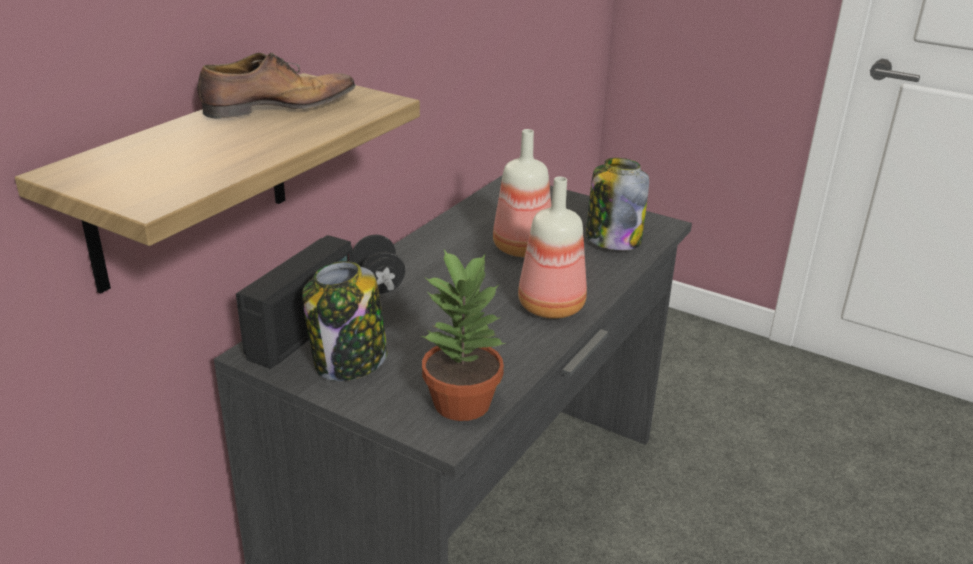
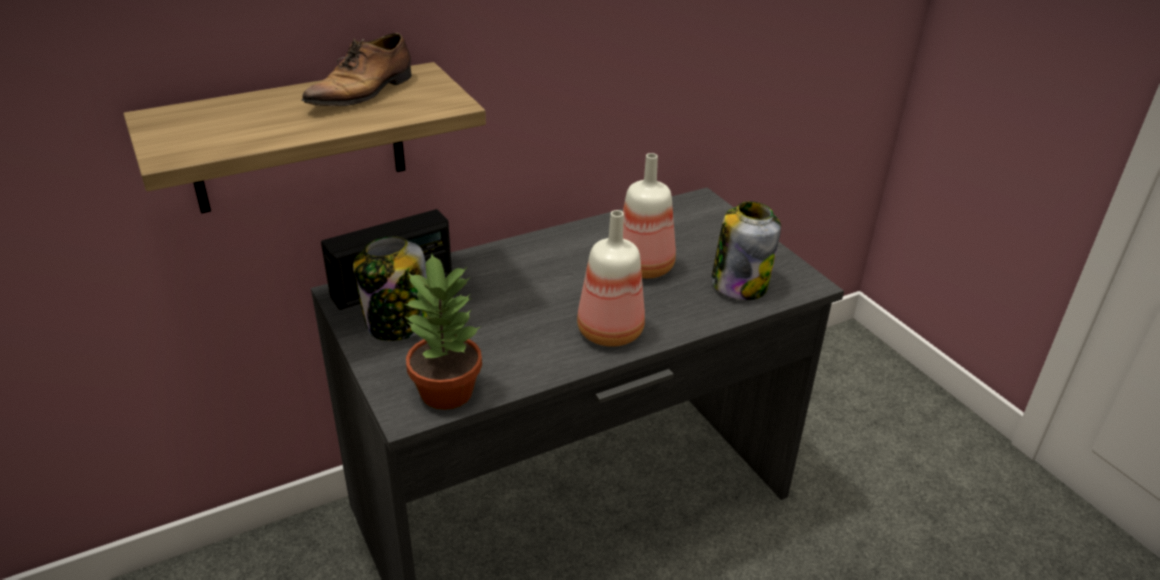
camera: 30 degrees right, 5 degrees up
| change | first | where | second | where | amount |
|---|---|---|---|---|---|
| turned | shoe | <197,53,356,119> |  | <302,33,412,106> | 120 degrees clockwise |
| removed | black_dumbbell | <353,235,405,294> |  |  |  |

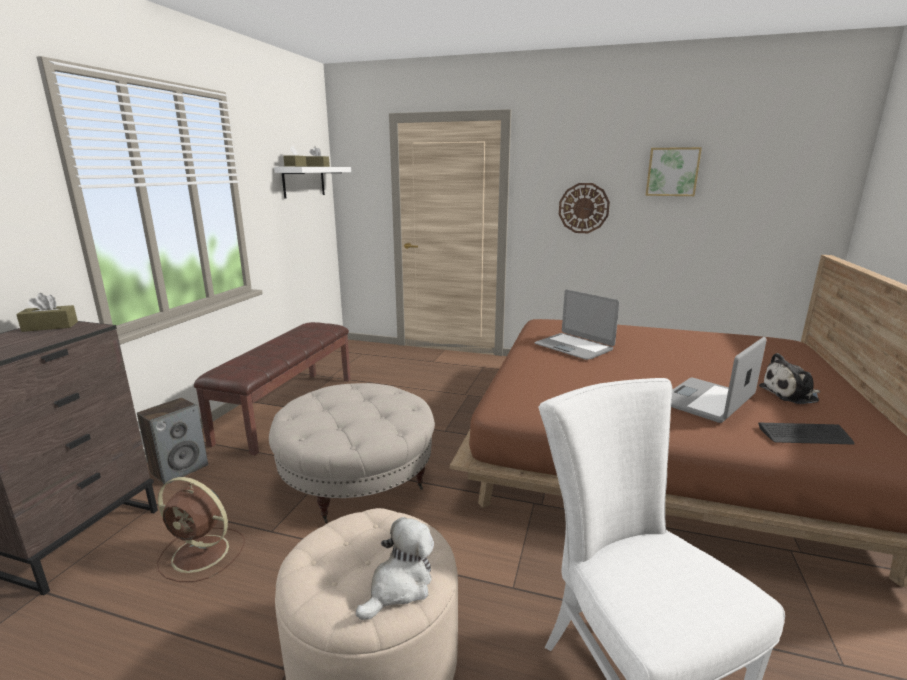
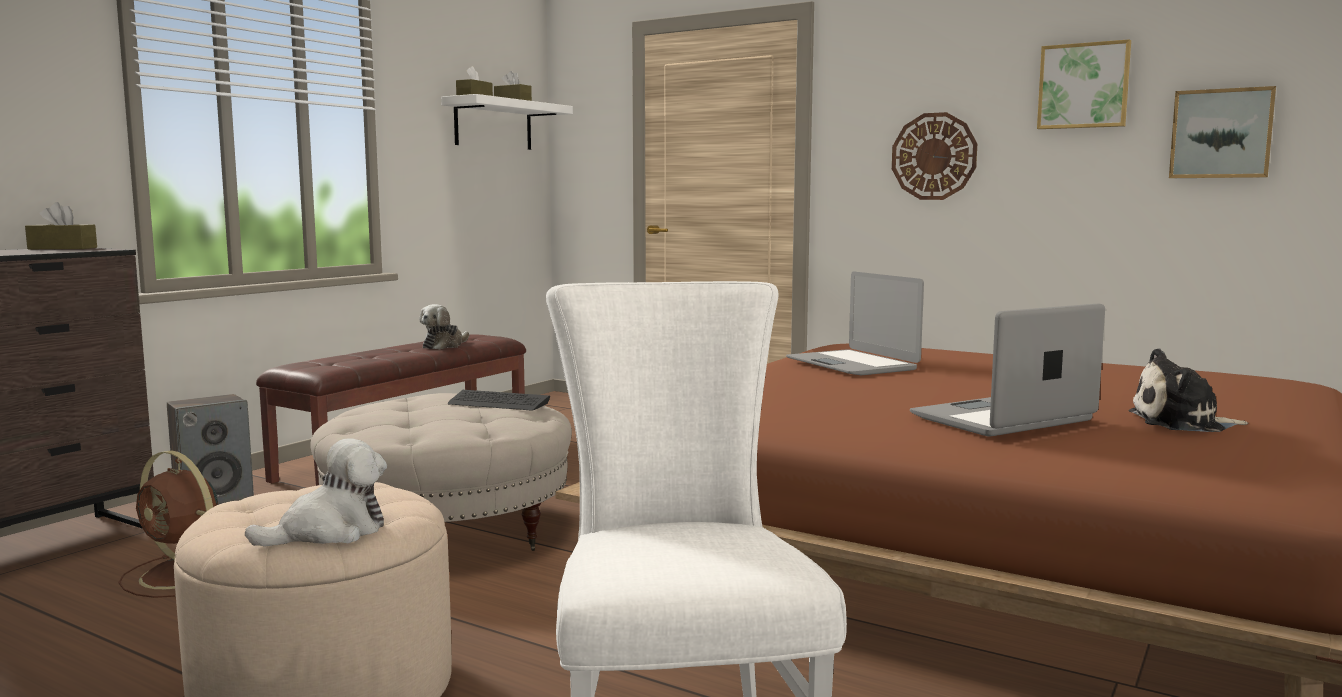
camera: 15 degrees right, 10 degrees down
| change | first | where | second | where | amount |
|---|---|---|---|---|---|
| moved | PC_keyboard | <758,423,855,445> |  | <448,390,550,410> |  |
| added |  |  | picture | <1169,86,1276,178> |  |
| added |  |  | soft_toy | <419,304,469,350> |  |

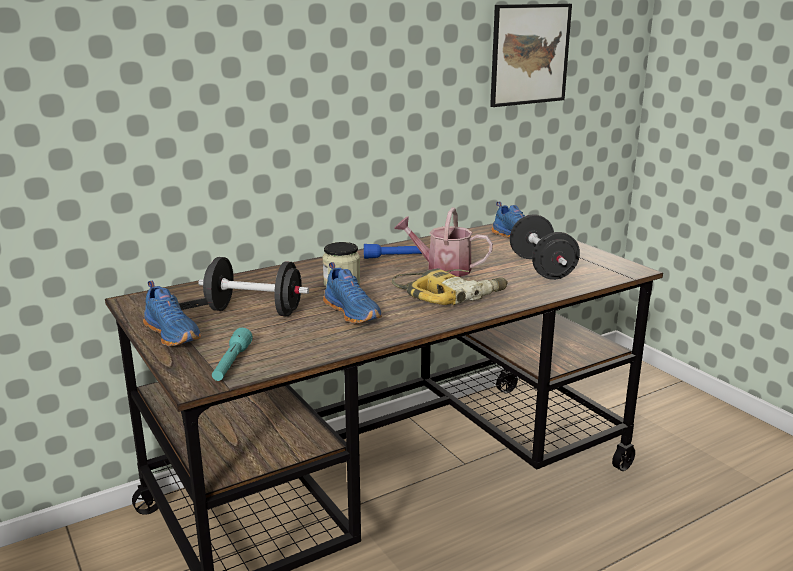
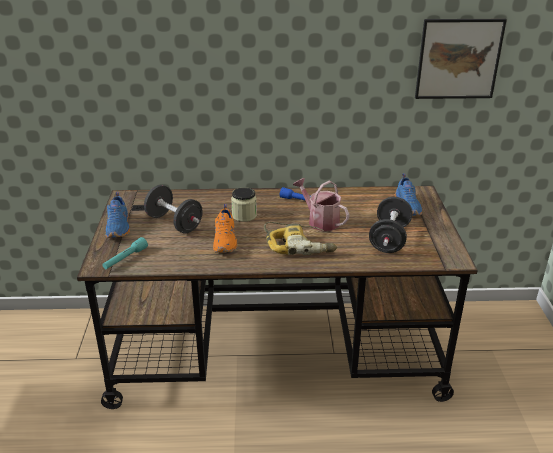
camera: 30 degrees right, 10 degrees up
| change | first | where | second | where | amount |
|---|---|---|---|---|---|
| recoloured | blue-coloured_shoe | <323,262,382,324> | orangey_shoe | <213,204,237,252> |  |

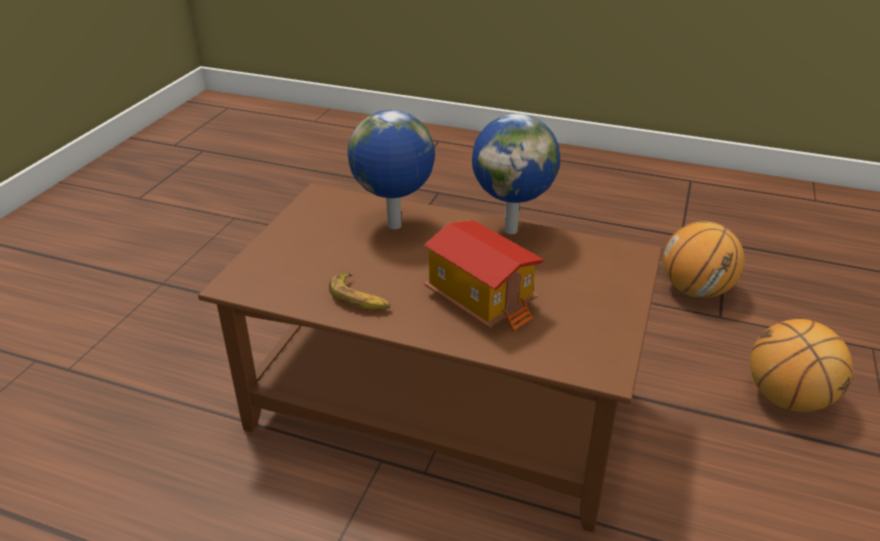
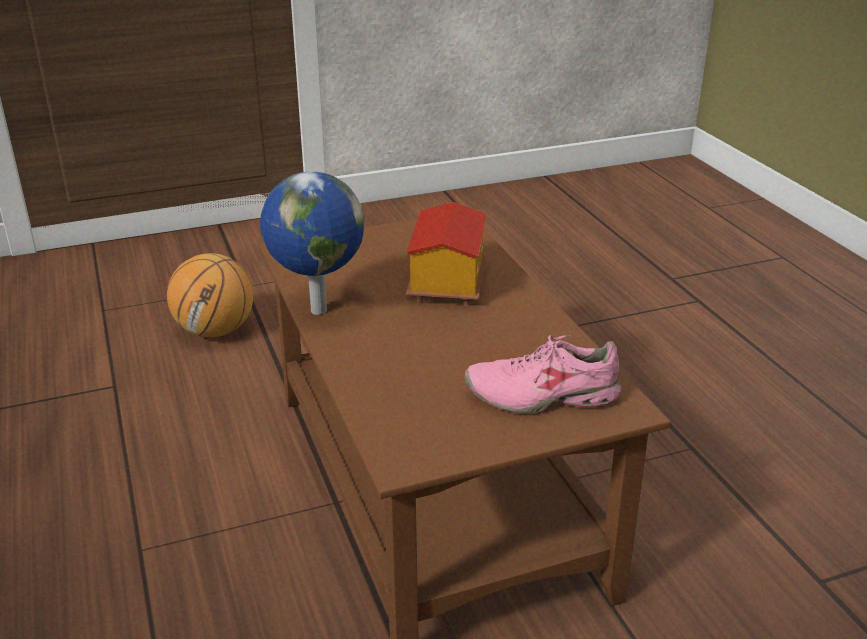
camera: 130 degrees left, 5 degrees down
| change | first | where | second | where | amount |
|---|---|---|---|---|---|
| removed | world_globe | <348,110,435,229> |  |  |  |
| removed | basketball | <663,221,745,298> |  |  |  |
| removed | banana | <329,273,390,310> |  |  |  |
| added |  |  | pinkish_shoe | <464,335,622,413> |  |

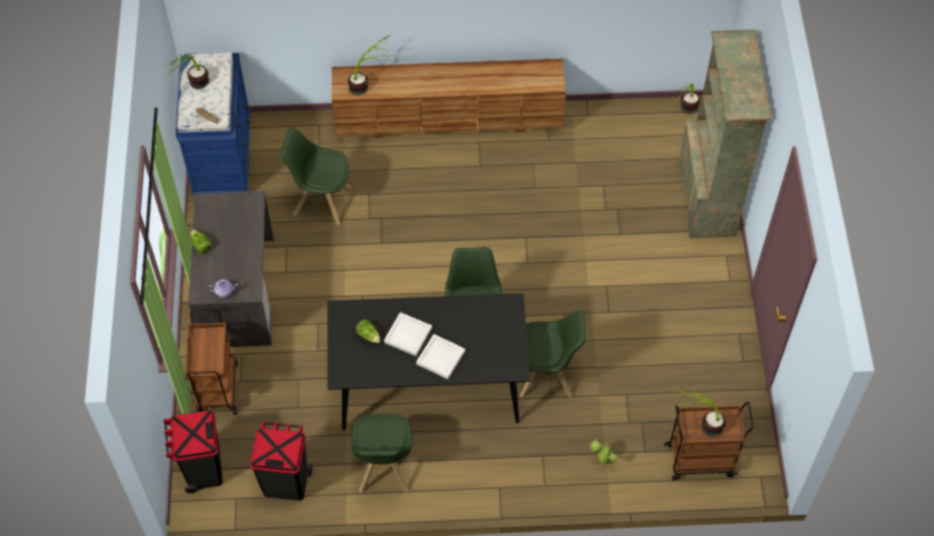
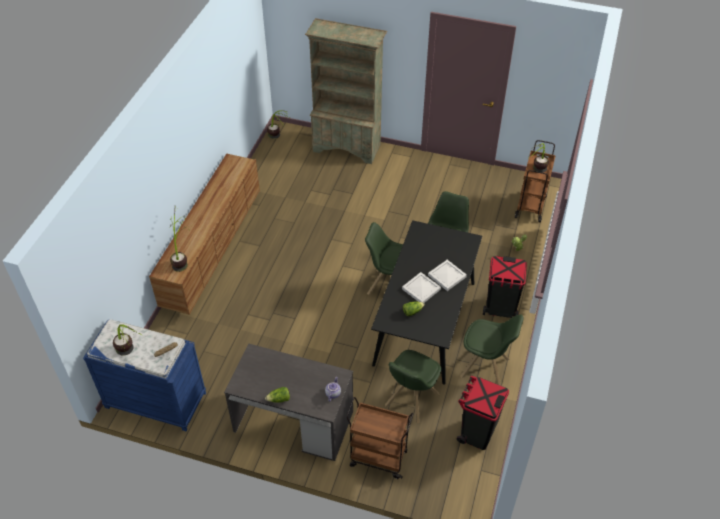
camera: 70 degrees left, 10 degrees down
| change | first | where | second | where | amount |
|---|---|---|---|---|---|
| moved | green-coloured_upright_chair | <280,128,352,225> |  | <385,350,441,424> |  |
| moved | black_trash_can | <163,410,223,493> |  | <483,256,527,318> |  |

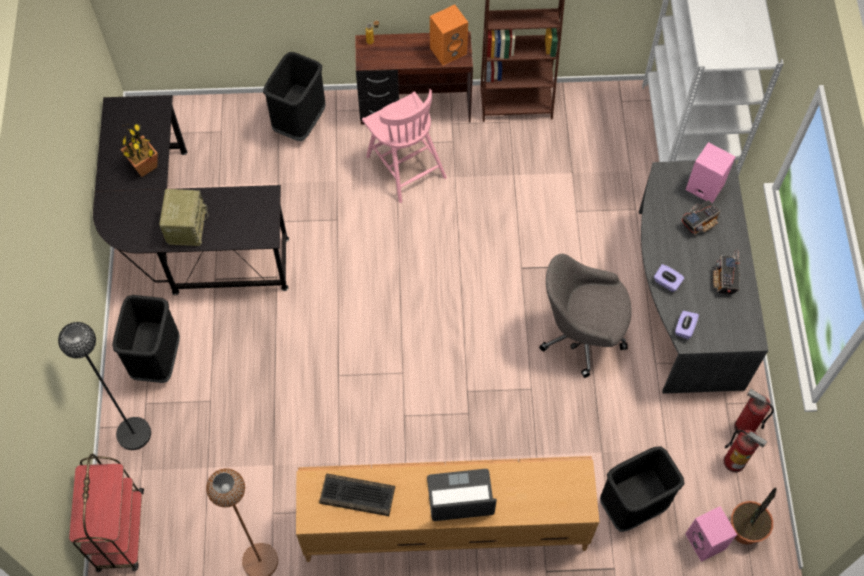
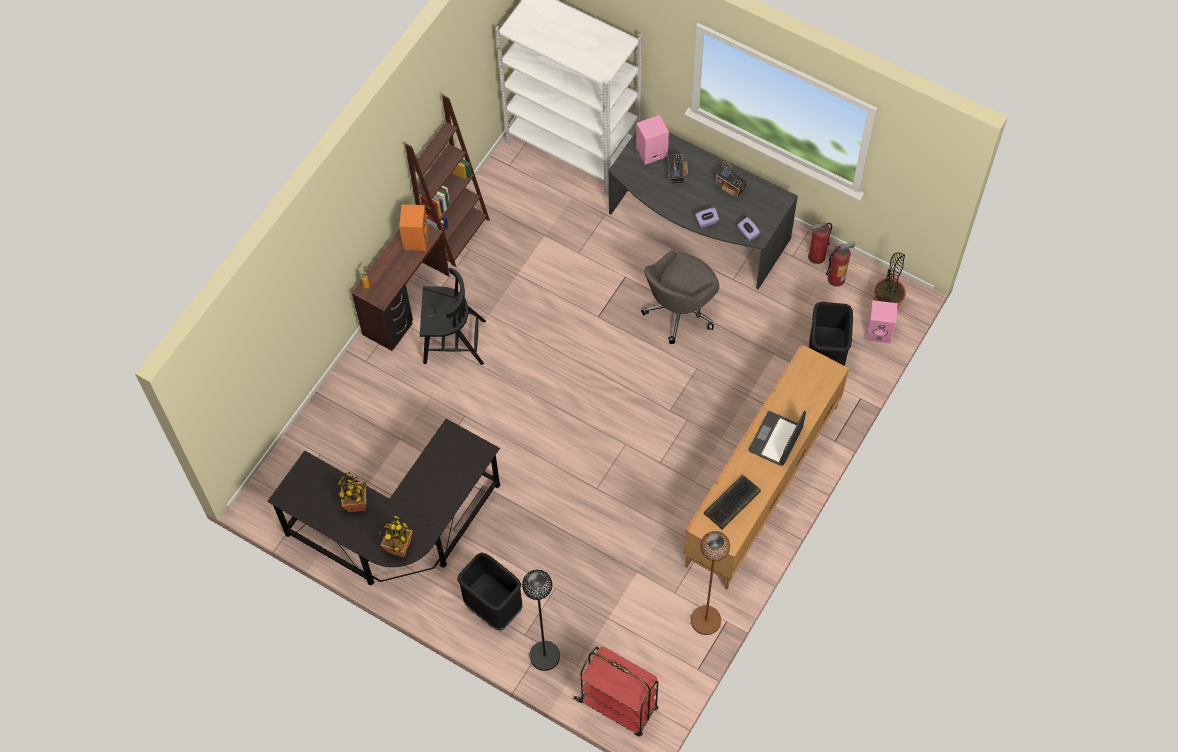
camera: 55 degrees left, 0 degrees up
| change | first | where | second | where | amount |
|---|---|---|---|---|---|
| removed | black_trash_can | <263,52,326,141> |  |  |  |
| recoloured | pinkish_upright_chair | <362,88,447,203> | black_upright_chair | <419,268,486,365> |  |
| removed | radio | <159,189,209,246> |  |  |  |
| added |  |  | plant_in_a_pot | <378,514,413,558> |  |

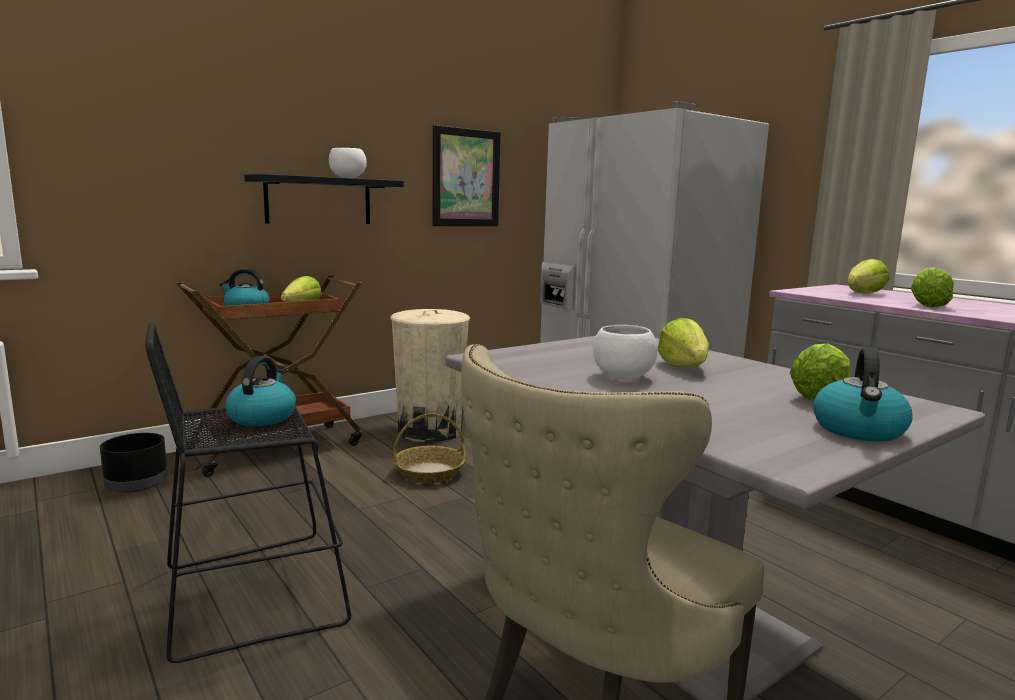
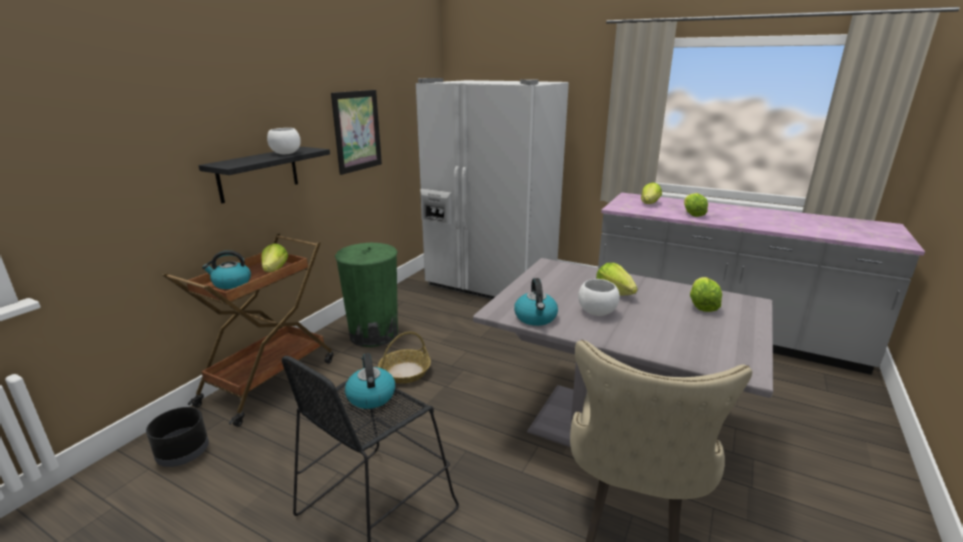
camera: 25 degrees left, 10 degrees up
| change | first | where | second | where | amount |
|---|---|---|---|---|---|
| recoloured | beige_trash_can | <390,309,470,443> | green-coloured_trash_can | <335,243,398,347> |  |
| moved | water_kettle | <813,347,913,442> |  | <514,278,558,326> |  |

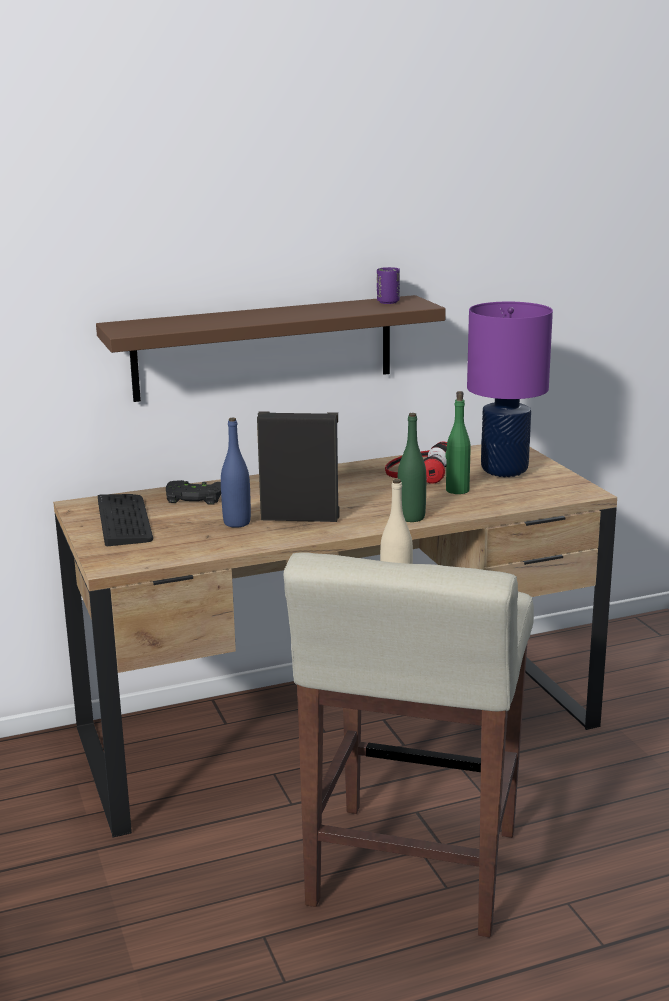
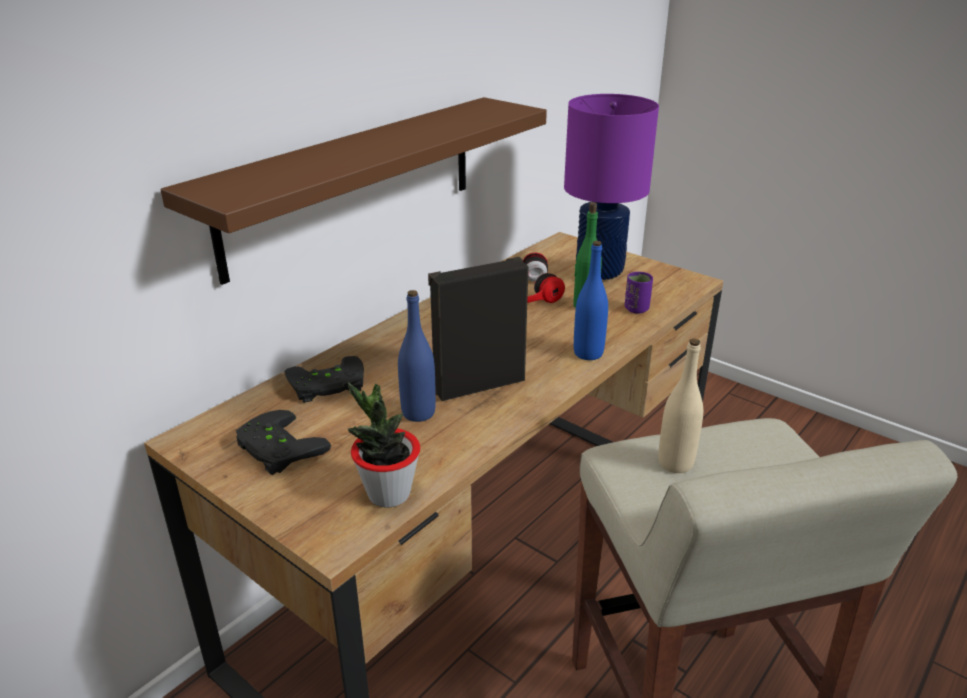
camera: 30 degrees left, 10 degrees up
| change | first | where | second | where | amount |
|---|---|---|---|---|---|
| moved | purplish_drinking_cup | <377,267,400,304> |  | <625,272,653,314> |  |
| recoloured | green-coloured_beverage_bottle | <398,413,426,522> | blue-coloured_beverage_bottle | <574,241,608,360> |  |
| replaced | PC_keyboard | <98,494,153,546> | black_gamepad | <236,410,331,475> |  |
| added |  |  | plant_in_a_pot | <348,383,420,508> |  |

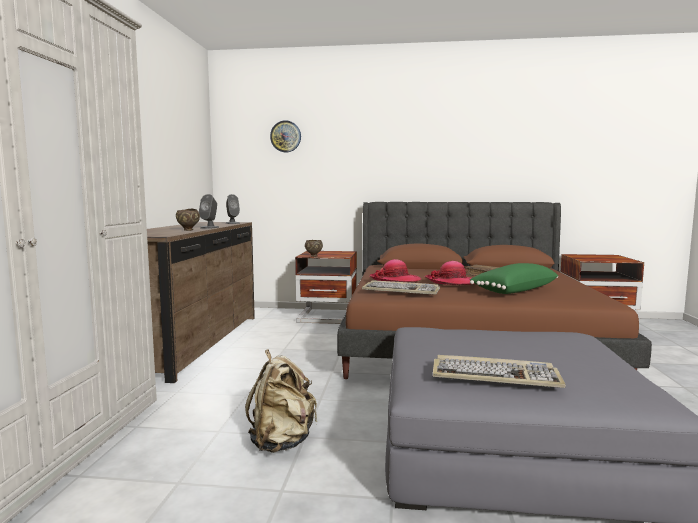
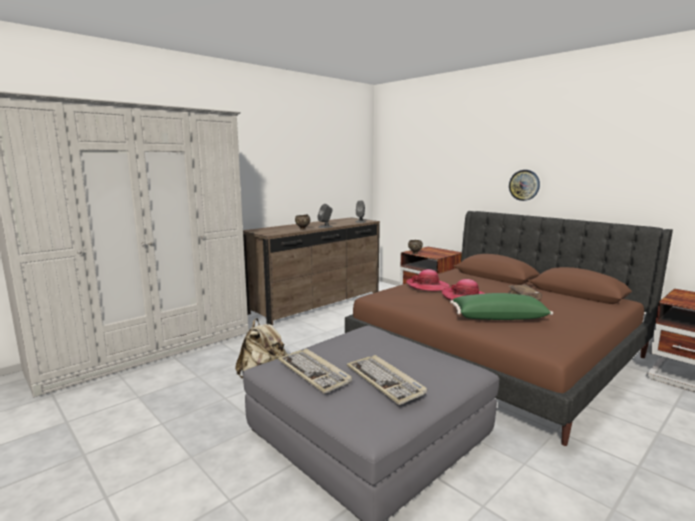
camera: 40 degrees right, 5 degrees up
| change | first | where | second | where | amount |
|---|---|---|---|---|---|
| moved | wall_clock | <270,120,301,152> |  | <509,170,540,201> |  |
| moved | PC_keyboard | <362,281,440,295> |  | <347,355,427,405> |  |

